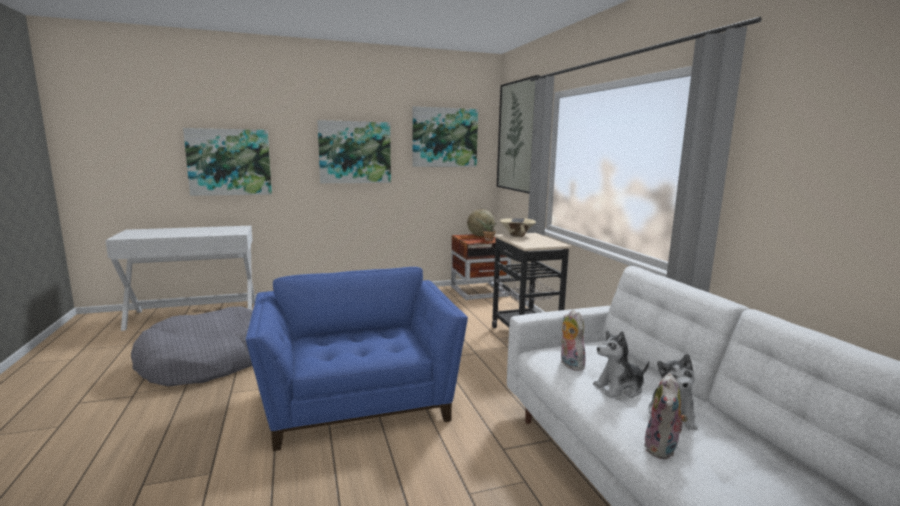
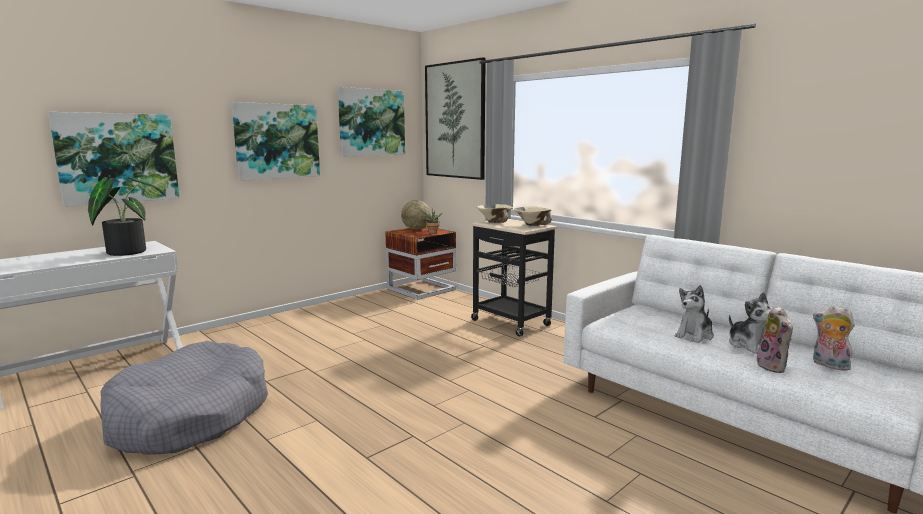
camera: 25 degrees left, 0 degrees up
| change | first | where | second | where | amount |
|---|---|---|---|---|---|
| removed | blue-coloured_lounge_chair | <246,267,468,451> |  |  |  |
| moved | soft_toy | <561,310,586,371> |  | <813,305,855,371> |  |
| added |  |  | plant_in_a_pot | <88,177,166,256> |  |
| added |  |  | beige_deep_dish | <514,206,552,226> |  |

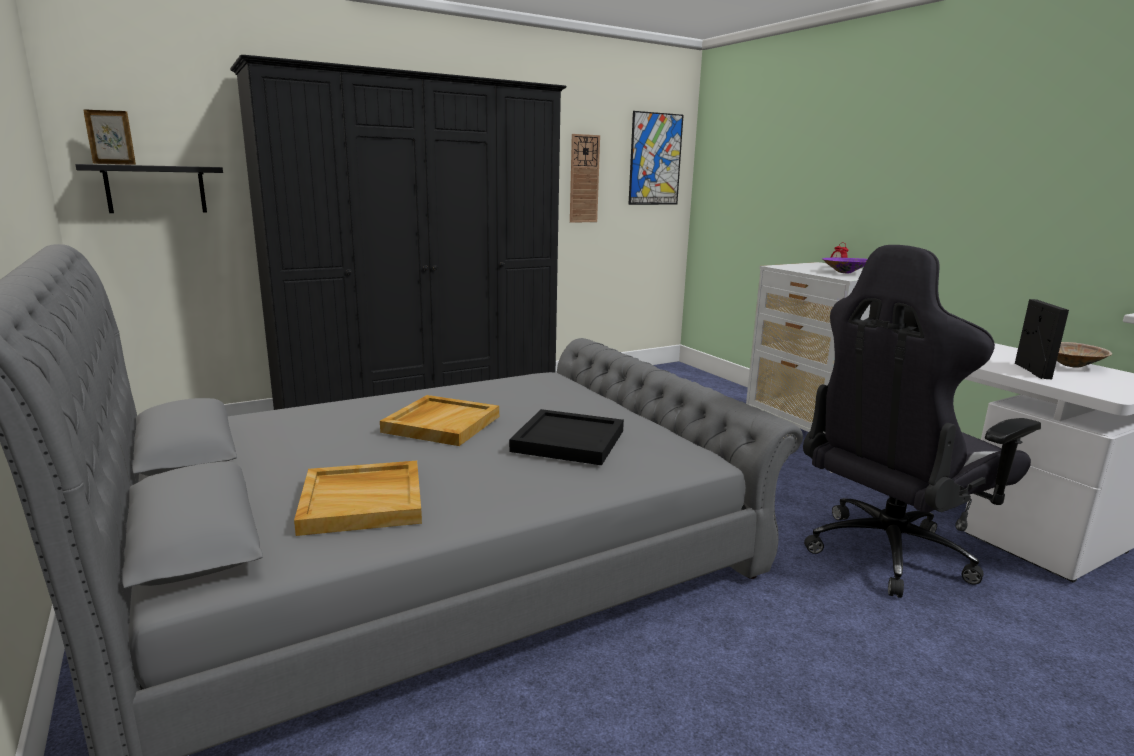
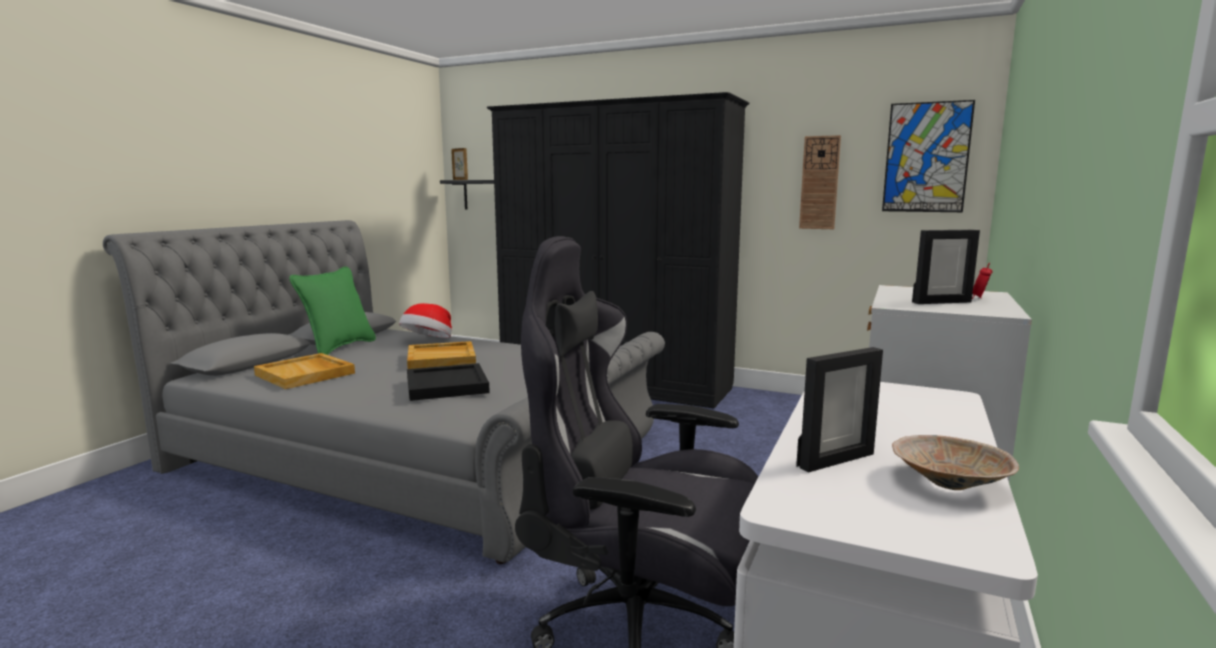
camera: 55 degrees right, 5 degrees down
| change | first | where | second | where | amount |
|---|---|---|---|---|---|
| replaced | purplish_deep_dish | <822,257,867,273> | picture_frame | <912,230,980,304> |  |
| added |  |  | green-coloured_cushion | <289,267,376,355> |  |
| added |  |  | hat | <399,303,452,338> |  |

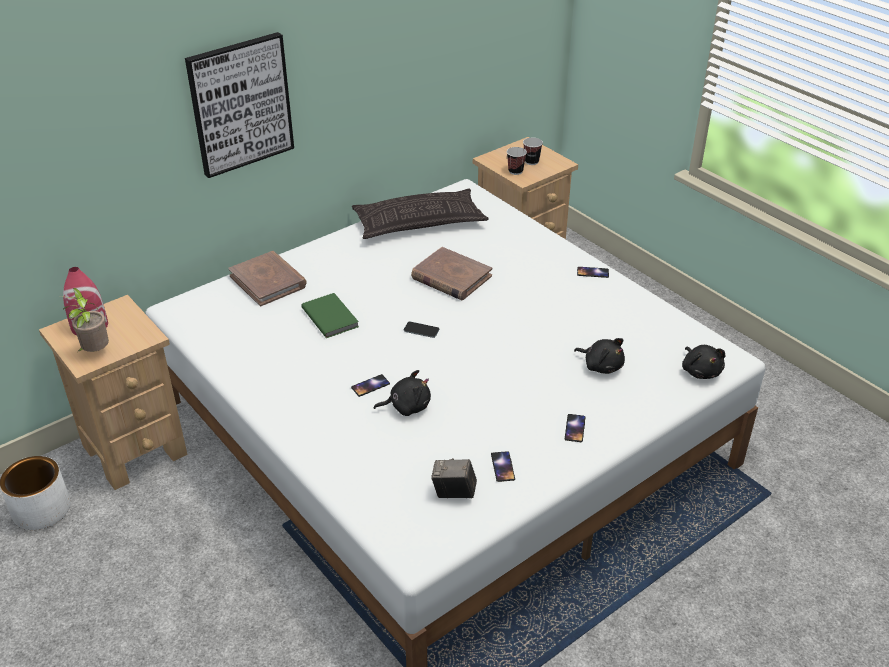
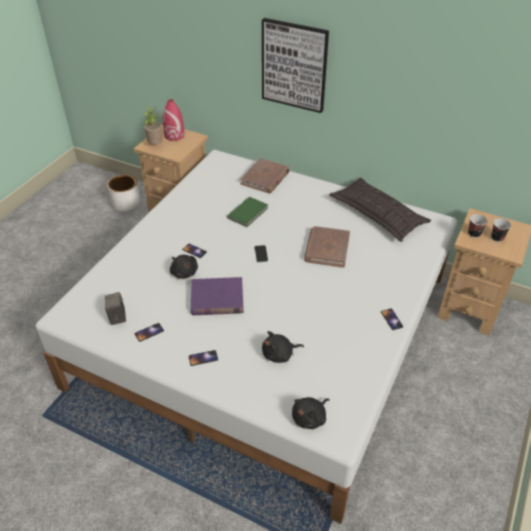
camera: 65 degrees right, 5 degrees up
| change | first | where | second | where | amount |
|---|---|---|---|---|---|
| turned | black_soft_toy | <574,338,625,374> |  | <262,331,304,363> | 60 degrees clockwise |
| added |  |  | purplish_volume | <191,277,244,315> |  |

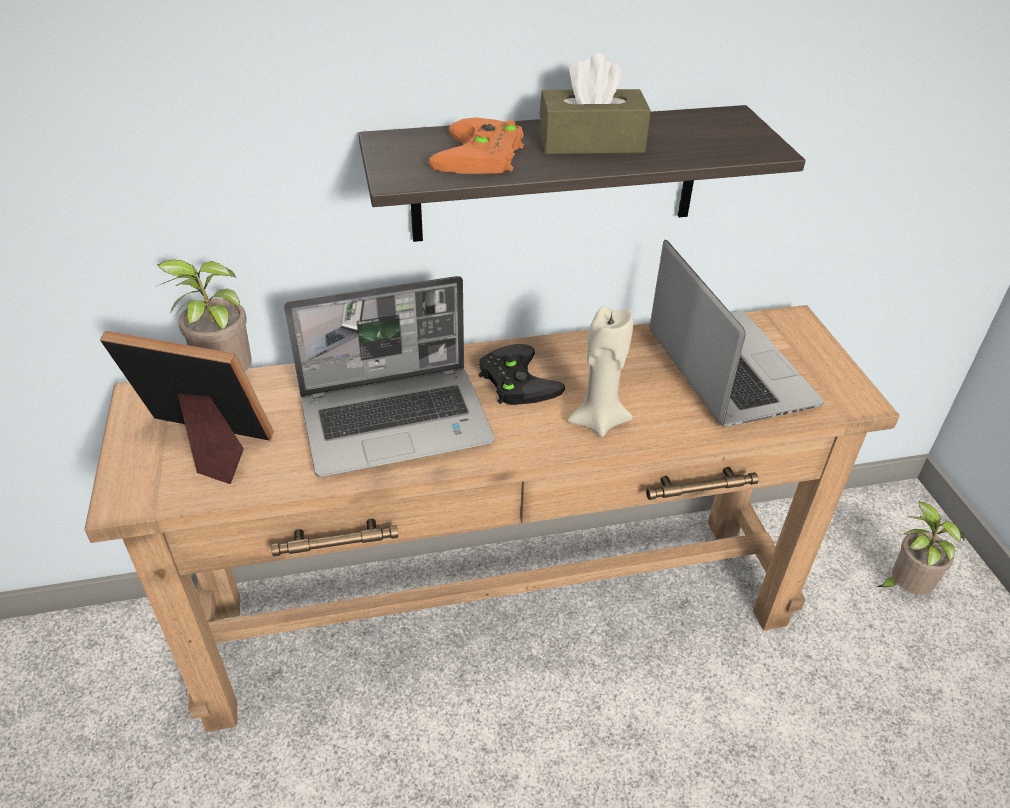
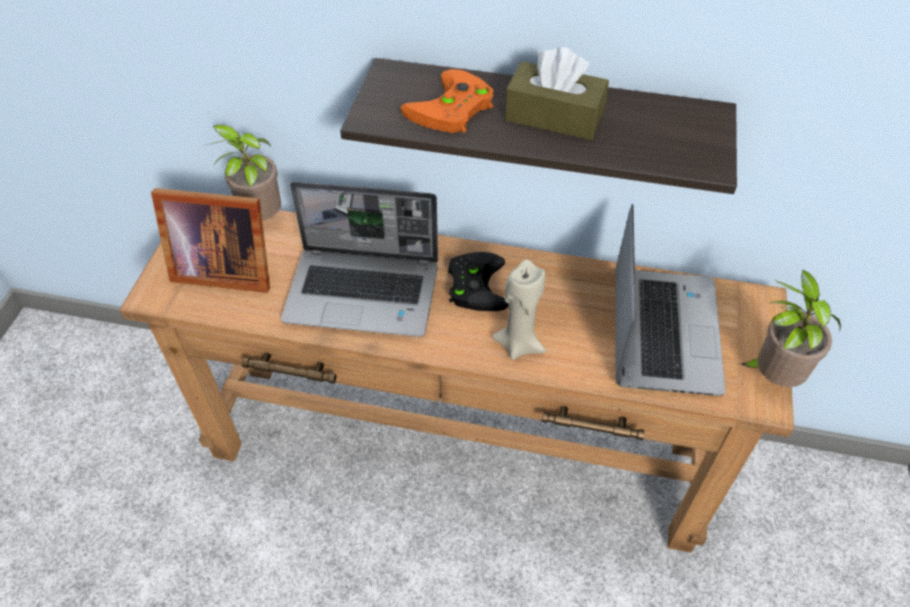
camera: 25 degrees right, 10 degrees up
| change | first | where | second | where | amount |
|---|---|---|---|---|---|
| turned | picture_frame | <100,331,274,484> |  | <151,188,270,293> | 150 degrees clockwise |
| moved | plant_in_a_pot | <877,501,964,595> |  | <741,269,841,387> |  |

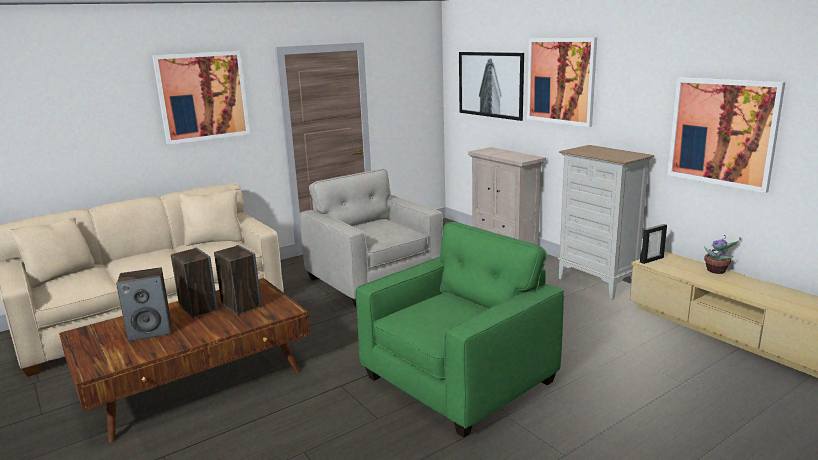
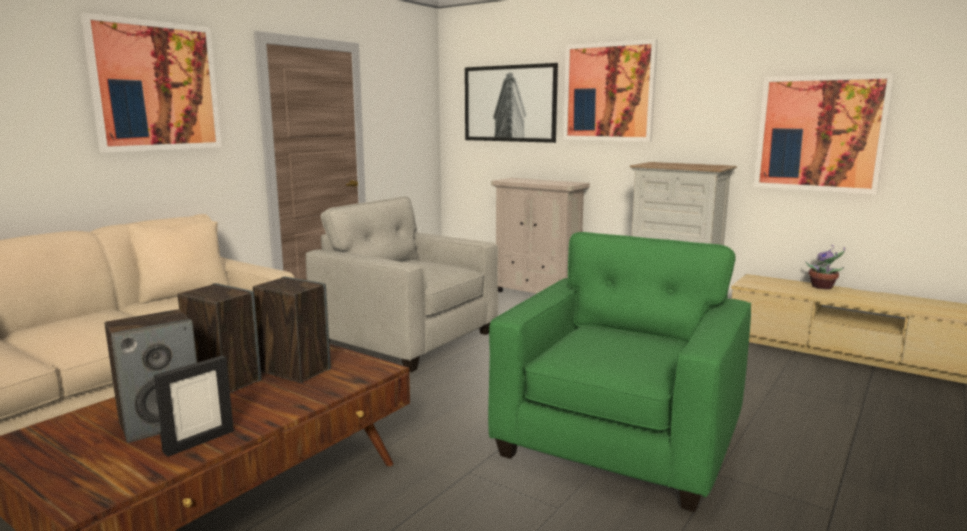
camera: 20 degrees left, 5 degrees down
| change | first | where | second | where | amount |
|---|---|---|---|---|---|
| moved | picture_frame | <640,224,667,264> |  | <154,356,234,457> |  |

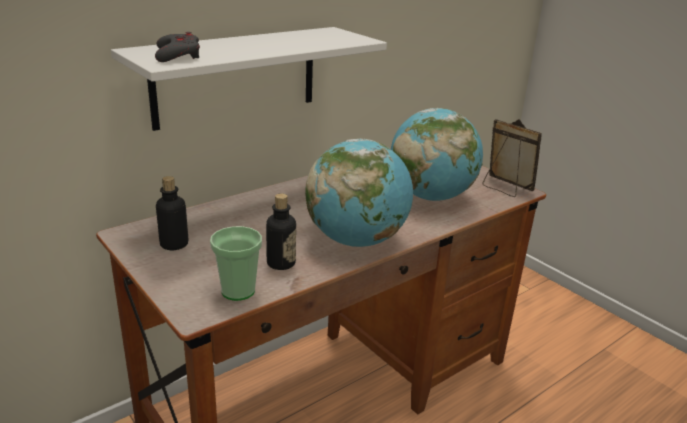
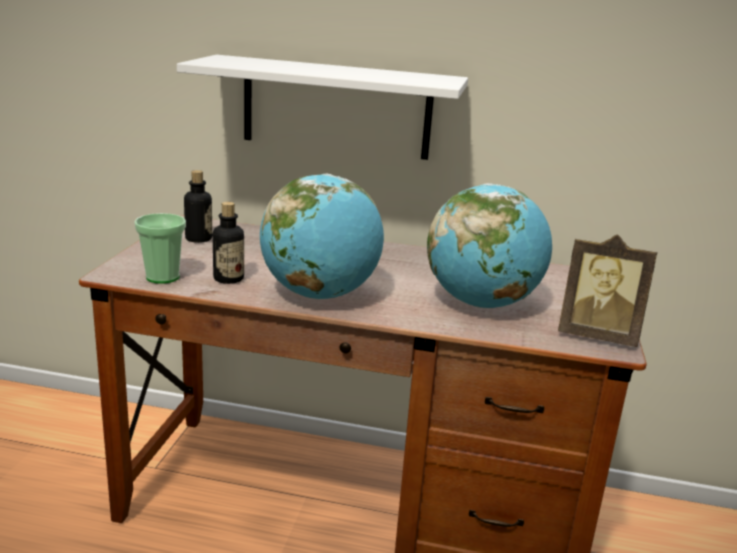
camera: 50 degrees right, 5 degrees down
| change | first | where | second | where | amount |
|---|---|---|---|---|---|
| removed | greyish_gamepad | <155,32,200,62> |  |  |  |
| turned | picture_frame | <482,119,542,197> |  | <558,234,657,347> | 105 degrees clockwise |

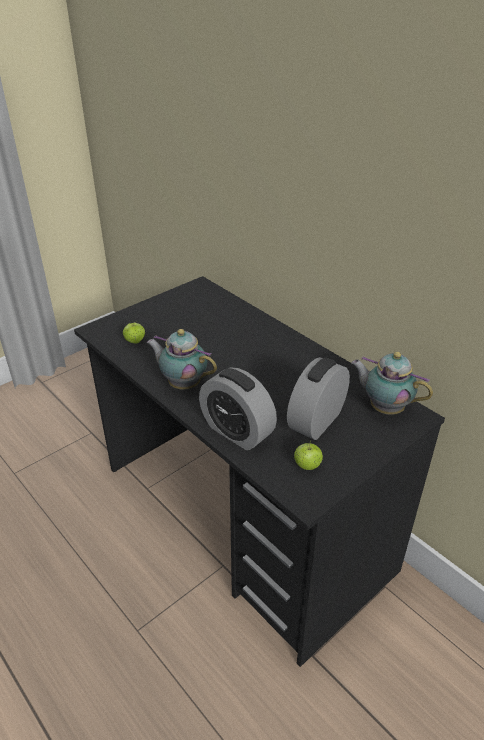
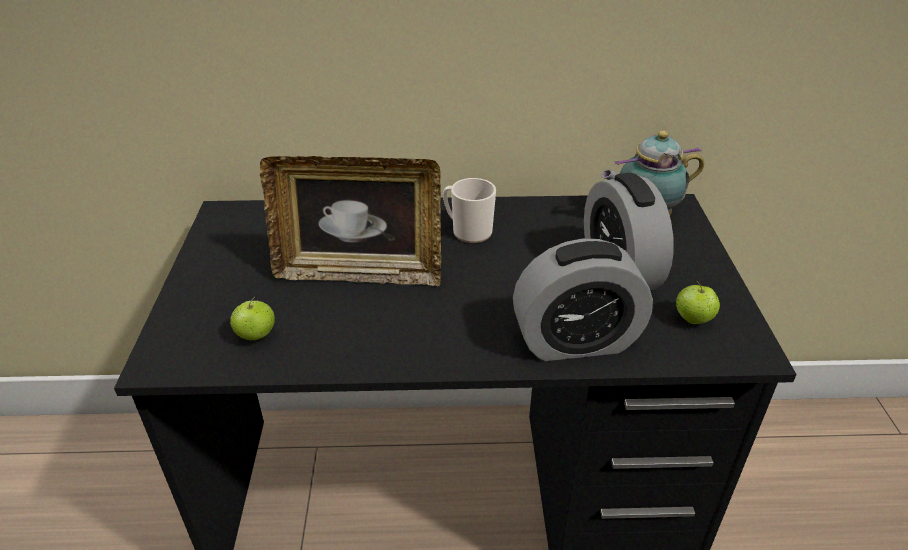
camera: 50 degrees left, 0 degrees up
| change | first | where | second | where | amount |
|---|---|---|---|---|---|
| removed | teapot | <147,329,217,389> |  |  |  |
| added |  |  | picture_frame | <260,156,442,286> |  |
| added |  |  | coffee_mug | <443,178,496,243> |  |

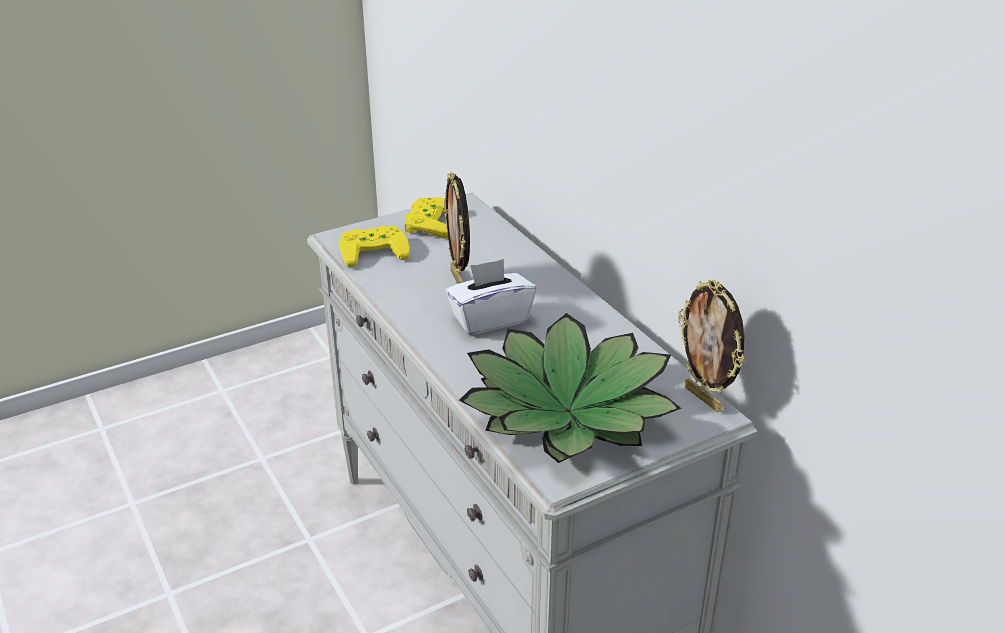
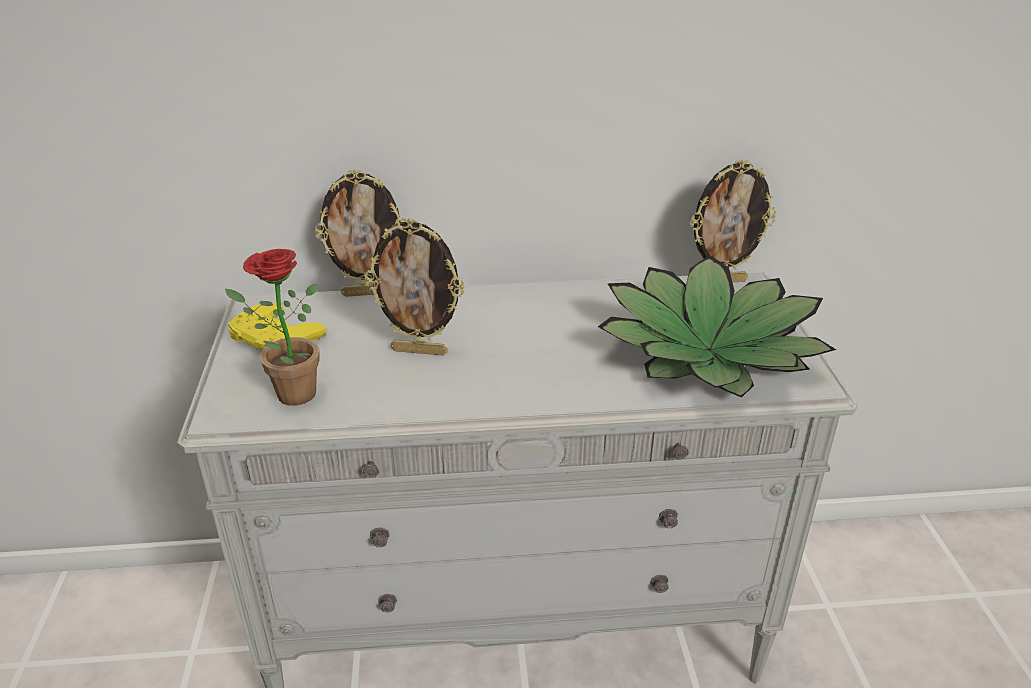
camera: 65 degrees left, 0 degrees up
| change | first | where | second | where | amount |
|---|---|---|---|---|---|
| replaced | yellowish_gamepad | <340,226,410,267> | plant_in_a_pot | <225,249,320,405> |  |
| removed | white_tissue_holder | <445,259,536,335> |  |  |  |
| added |  |  | picture_frame | <315,169,405,297> |  |

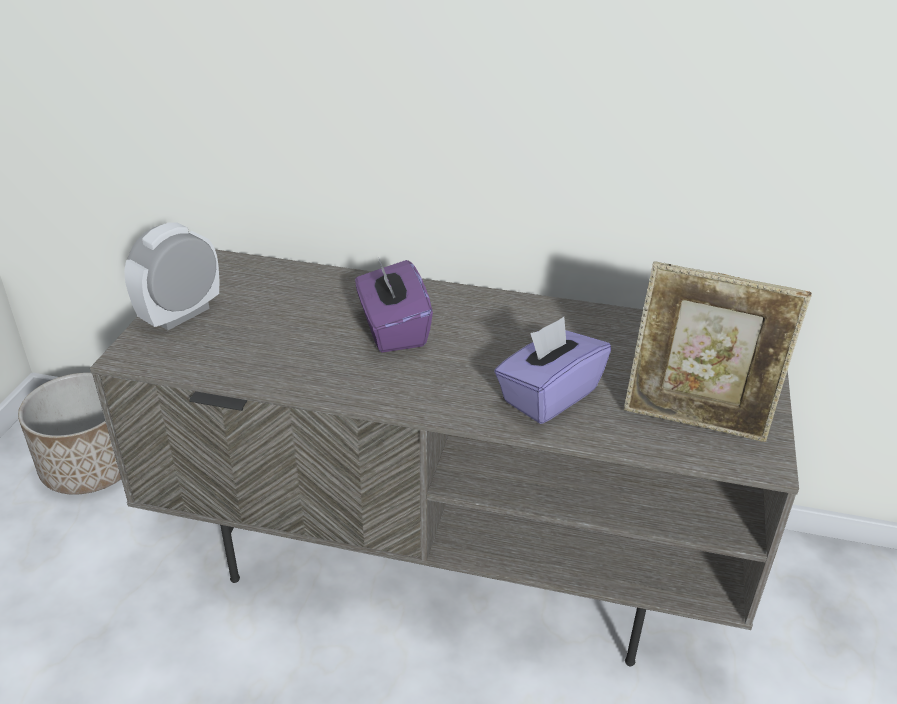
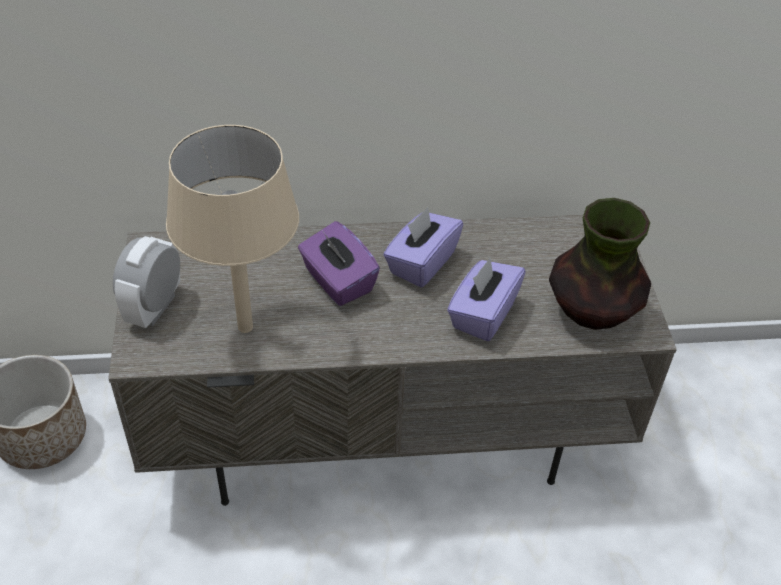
camera: 20 degrees left, 10 degrees up
| change | first | where | second | where | amount |
|---|---|---|---|---|---|
| replaced | picture_frame | <624,261,812,442> | flower_vase | <549,198,651,330> |  |
| added |  |  | beige_lamp_for_a_table | <166,125,299,333> |  |
| added |  |  | purplish_tissue_holder | <383,207,463,287> |  |

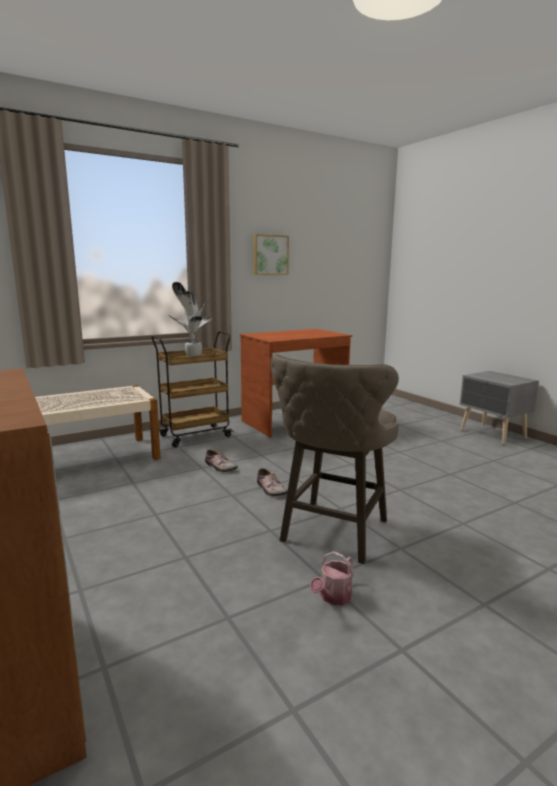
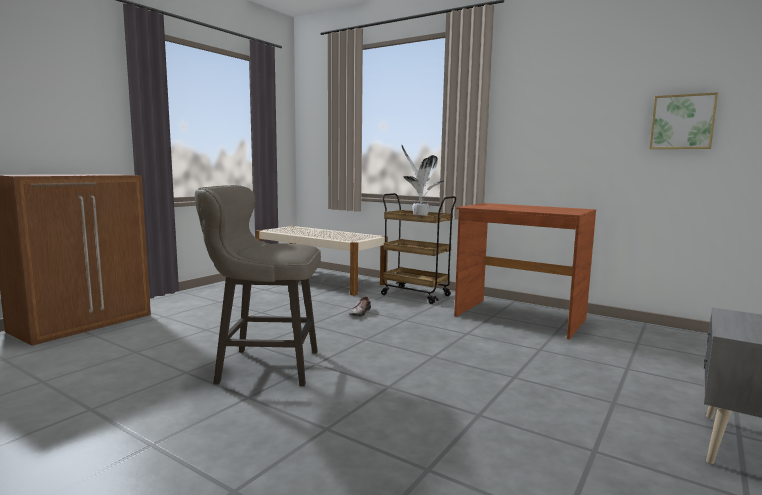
camera: 65 degrees right, 5 degrees down
| change | first | where | second | where | amount |
|---|---|---|---|---|---|
| moved | picture | <253,234,289,275> |  | <649,92,718,149> |  |
| removed | shoe | <257,468,288,496> |  |  |  |
| removed | sprinkling_can | <310,551,354,605> |  |  |  |

